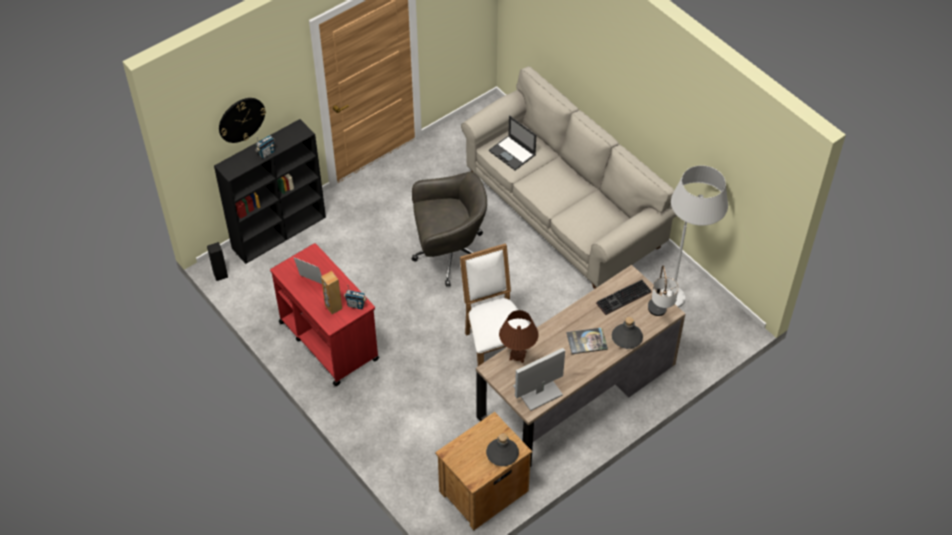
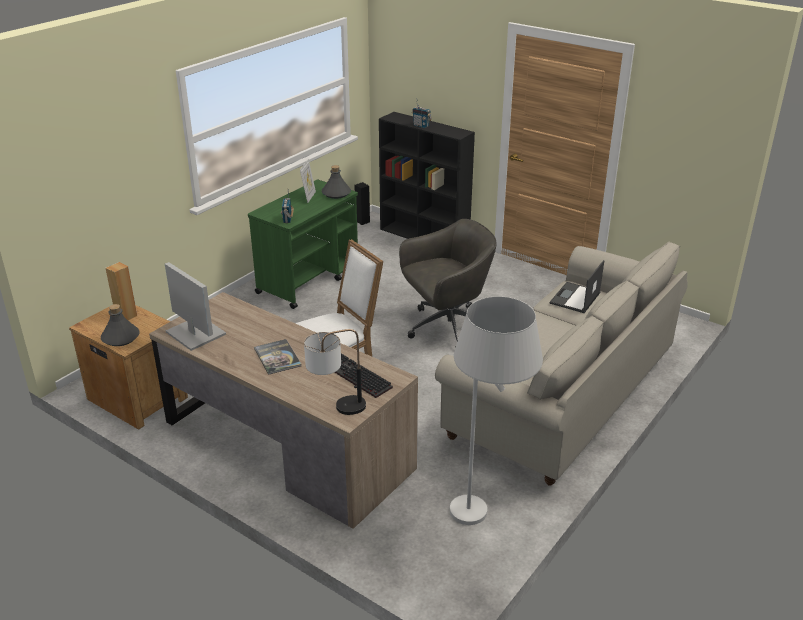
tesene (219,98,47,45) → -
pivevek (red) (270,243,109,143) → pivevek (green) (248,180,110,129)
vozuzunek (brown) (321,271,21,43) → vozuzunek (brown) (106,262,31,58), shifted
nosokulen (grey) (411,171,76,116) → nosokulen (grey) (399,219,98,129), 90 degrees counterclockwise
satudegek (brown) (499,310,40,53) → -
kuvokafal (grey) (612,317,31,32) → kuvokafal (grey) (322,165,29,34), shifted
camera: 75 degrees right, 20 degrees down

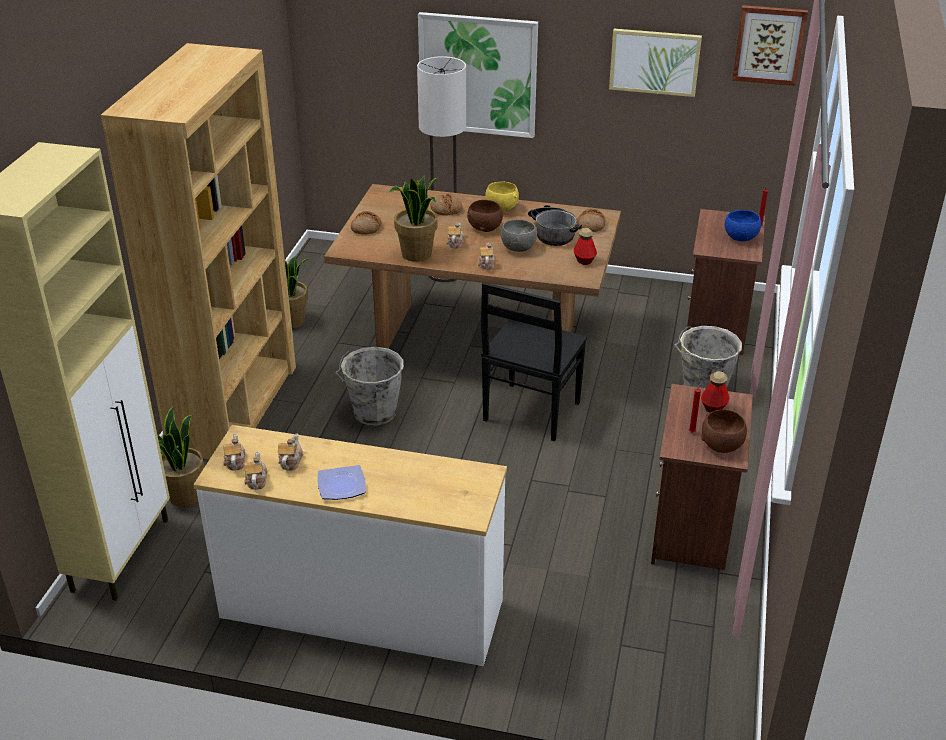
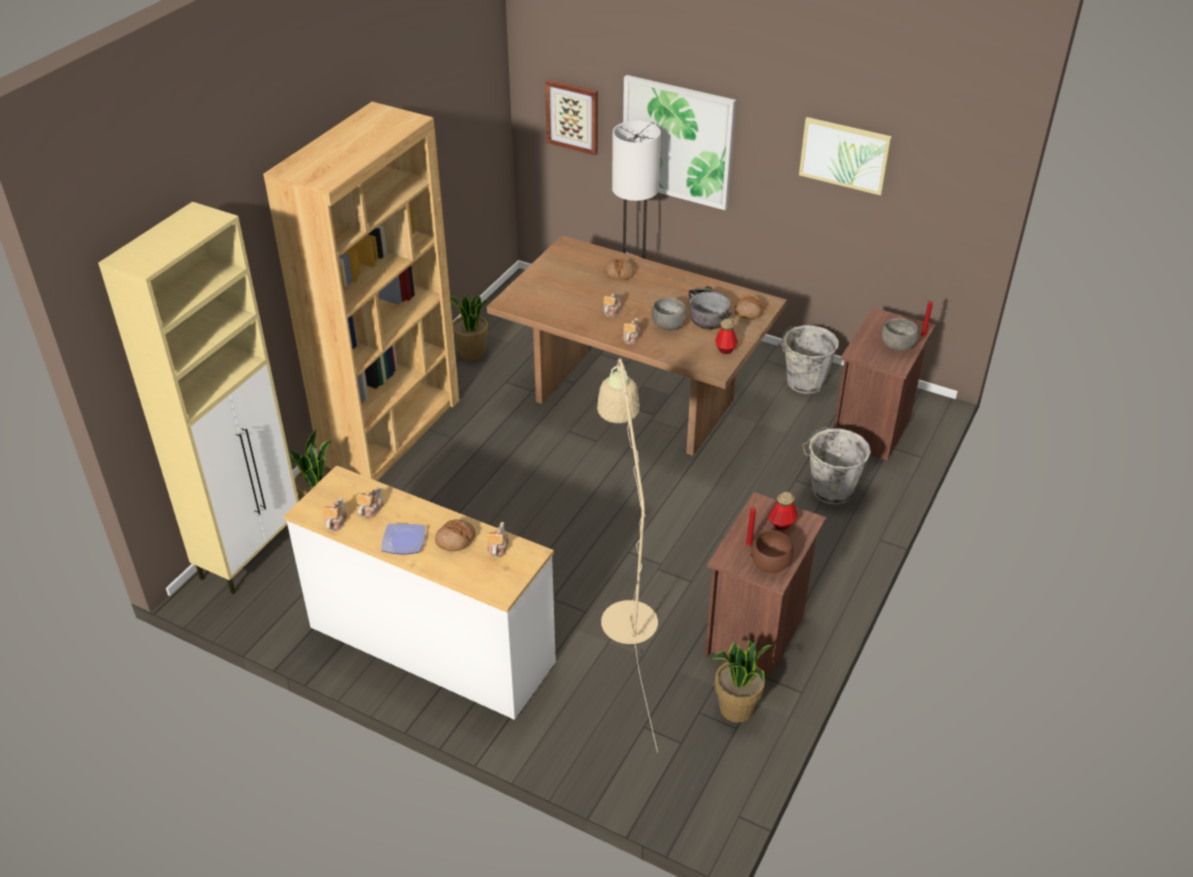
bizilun (223,433,22,38) → bizilun (487,522,22,35), shifted
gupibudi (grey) (335,347,69,78) → gupibudi (grey) (778,325,61,69), shifted
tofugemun (351,211,30,24) → tofugemun (435,519,41,32), shifted
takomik (389,176,49,86) → takomik (712,639,61,84), shifted
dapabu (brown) (467,200,36,32) → -
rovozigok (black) (481,282,106,159) → -
dapabu (yellow) (485,181,34,31) → -
dapabu (blue) (725,210,36,31) → dapabu (grey) (882,318,37,33)
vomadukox (732,5,76,81) → vomadukox (545,79,53,76), shifted
- → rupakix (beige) (597,358,61,395)
camera: 15 degrees right, 5 degrees up

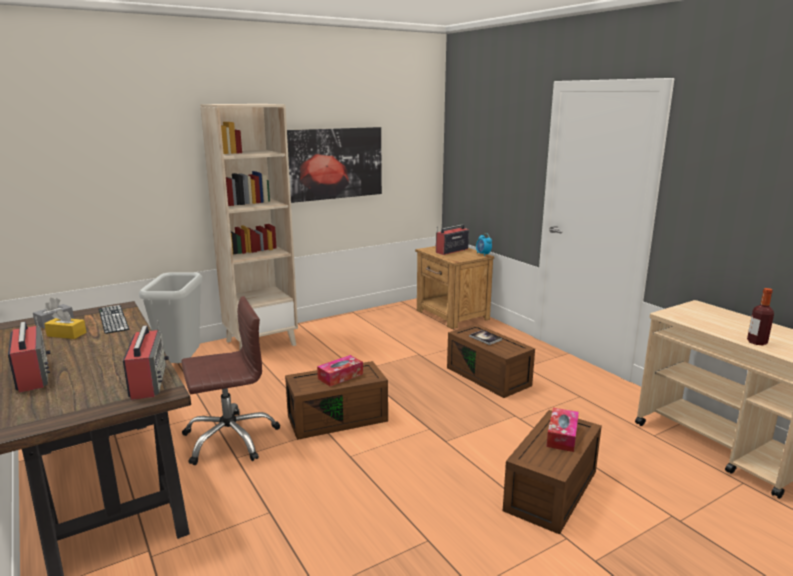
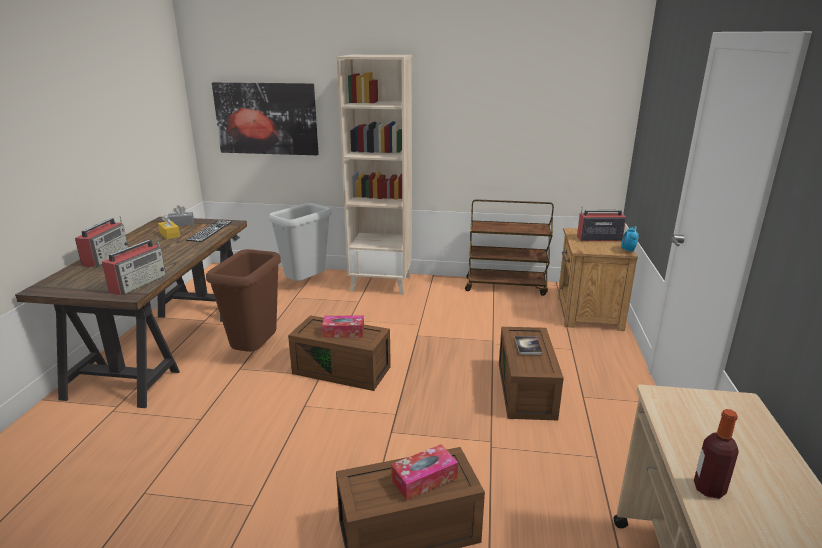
nosokulen (brown) (181,296,99,169) → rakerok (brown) (206,249,75,103)
vomadukox (287,127,95,76) → vomadukox (212,82,107,73), shifted
- → pivevek (brown) (465,199,89,97)
camera: 40 degrees right, 5 degrees up

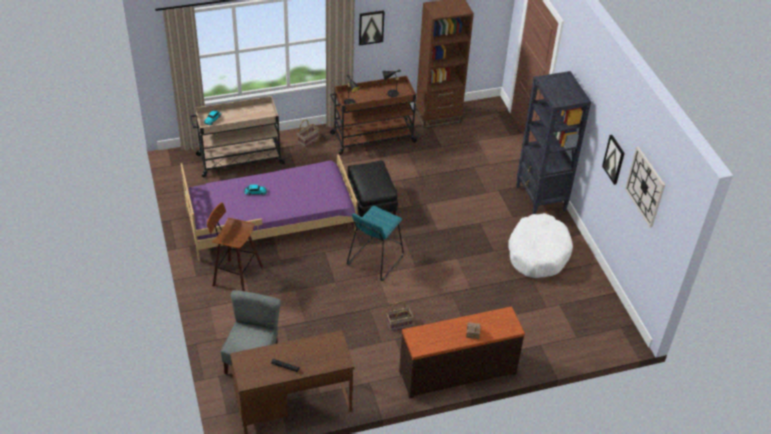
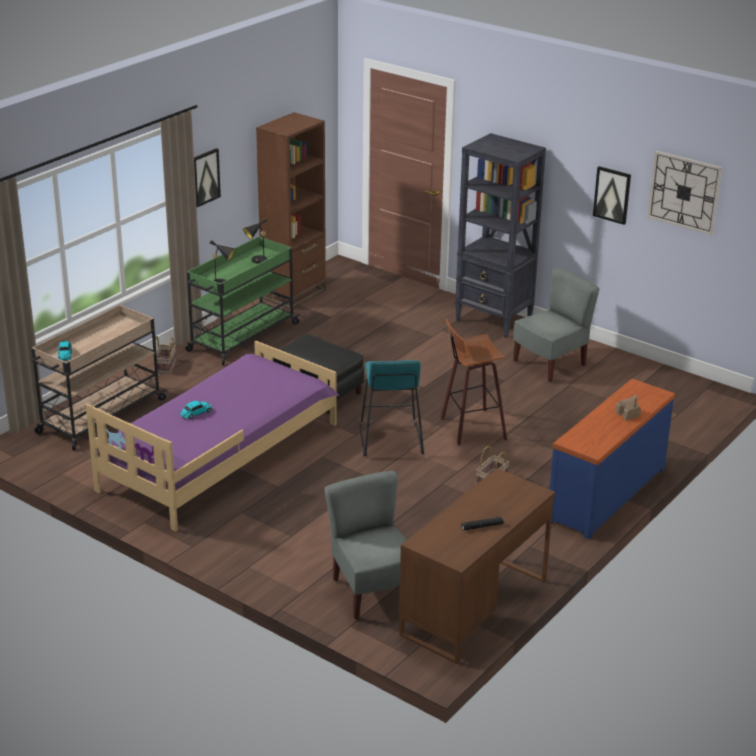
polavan (207,202,56,89) → polavan (440,318,67,127), shifted
pivevek (brown) (330,76,88,79) → pivevek (green) (185,236,116,129)
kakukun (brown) (399,306,126,92) → kakukun (blue) (550,379,125,160)
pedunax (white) (509,213,64,65) → rovozigok (grey) (513,267,87,115)
camera: 35 degrees left, 15 degrees down

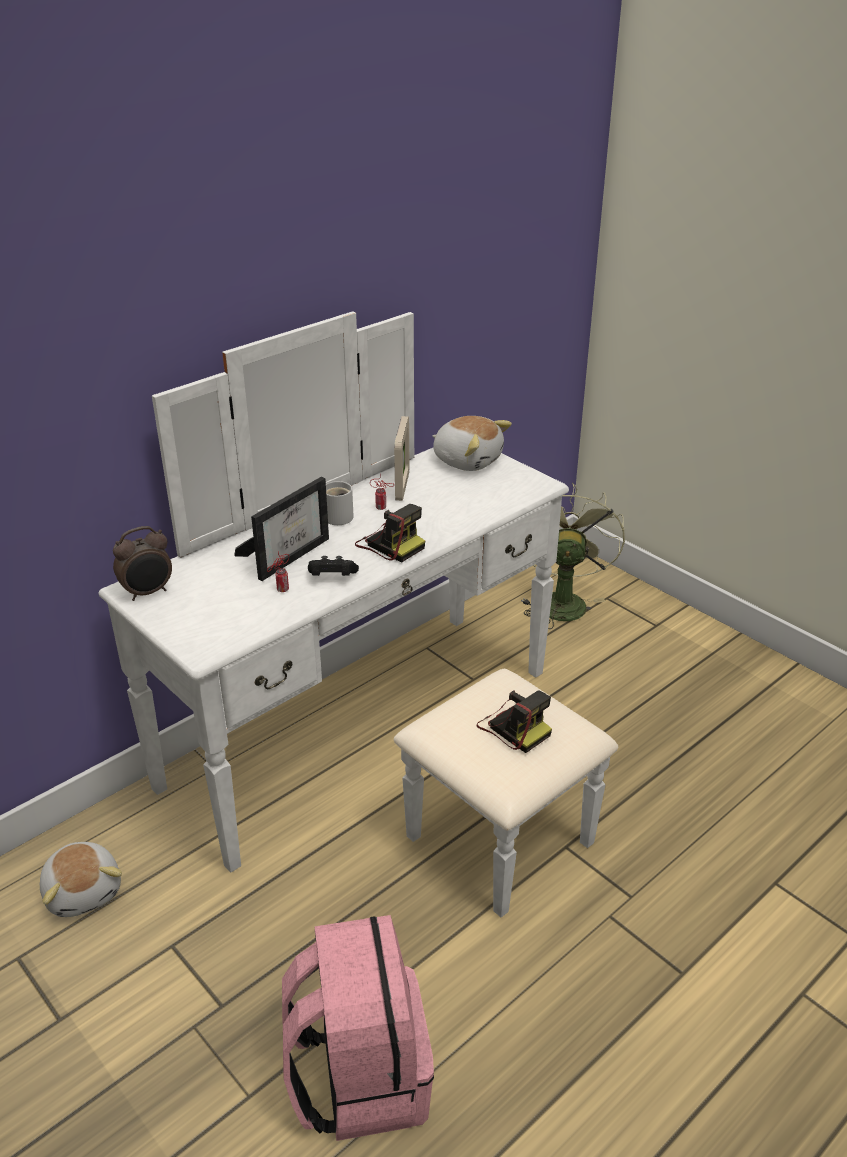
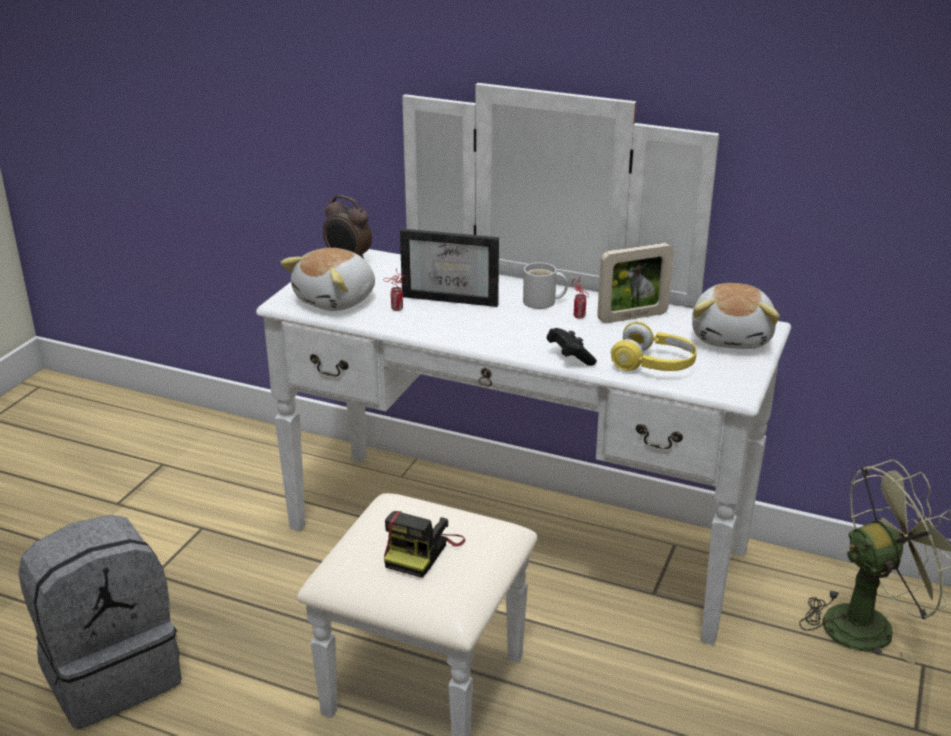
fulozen (40,842,82,75) → fulozen (280,248,95,63), shifted
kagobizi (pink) (282,915,152,226) → kagobizi (grey) (18,515,164,214)
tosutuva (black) (308,556,51,20) → tosutuva (black) (547,328,50,38), shifted
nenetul (355,504,70,59) → -
- → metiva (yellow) (611,322,86,49)
camera: 65 degrees right, 5 degrees down

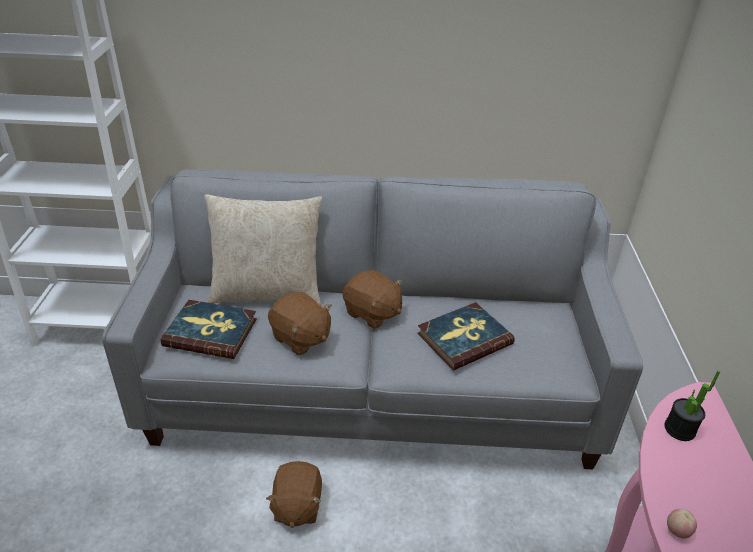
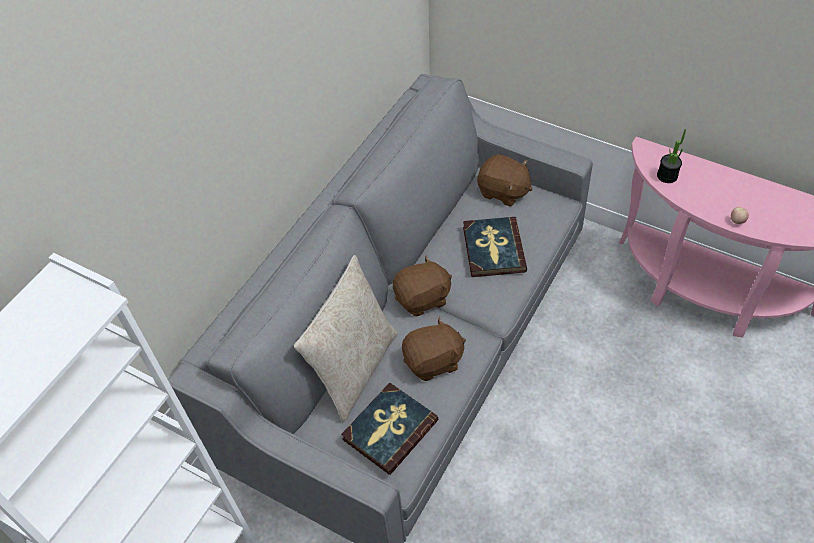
fulozen (brown) (266,461,56,67) → fulozen (brown) (477,154,56,53), shifted
camera: 60 degrees left, 15 degrees up

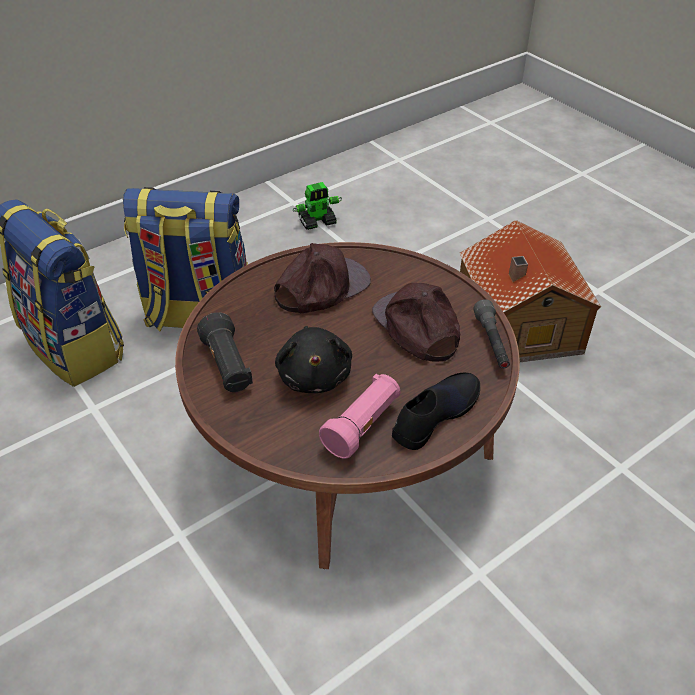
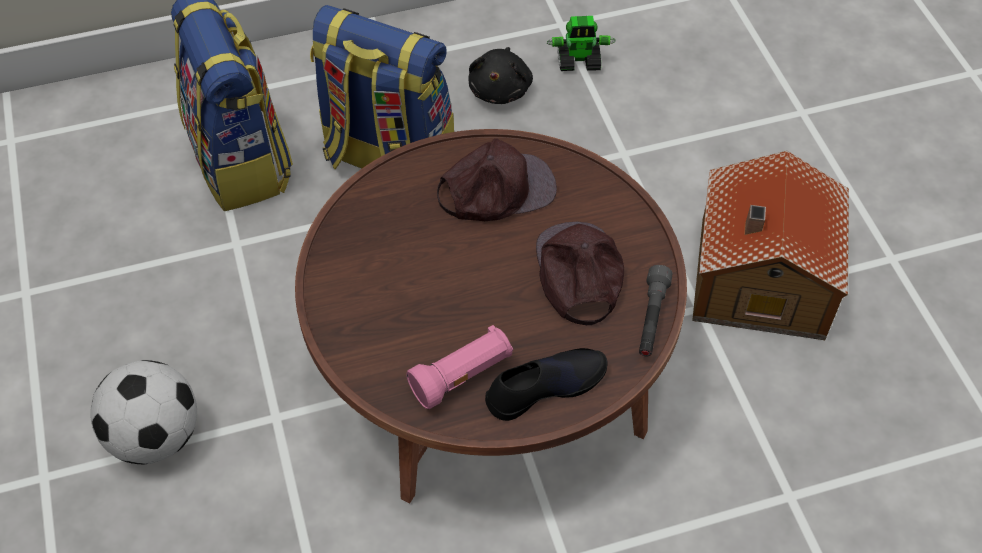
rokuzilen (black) (197,313,56,79) → -
fulozen (black) (275,326,77,67) → fulozen (black) (468,47,65,57), shifted
- → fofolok (90,360,107,104)
camera: 20 degrees right, 10 degrees up

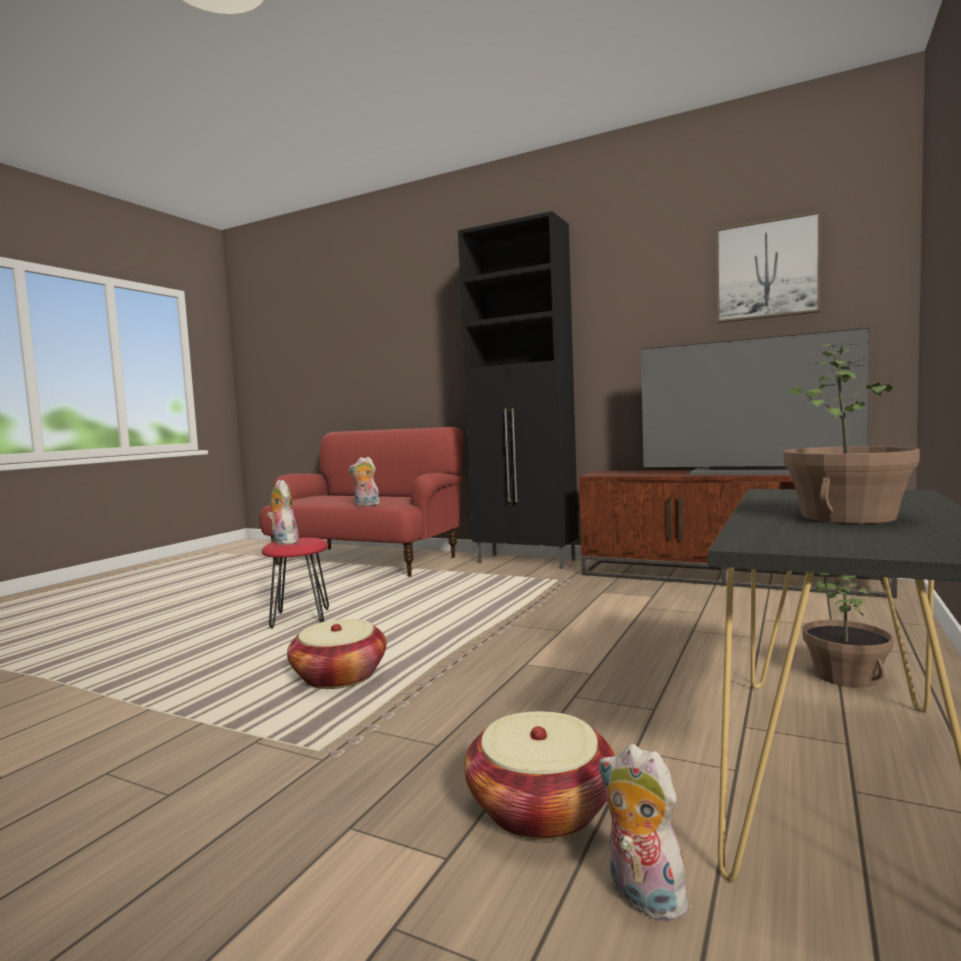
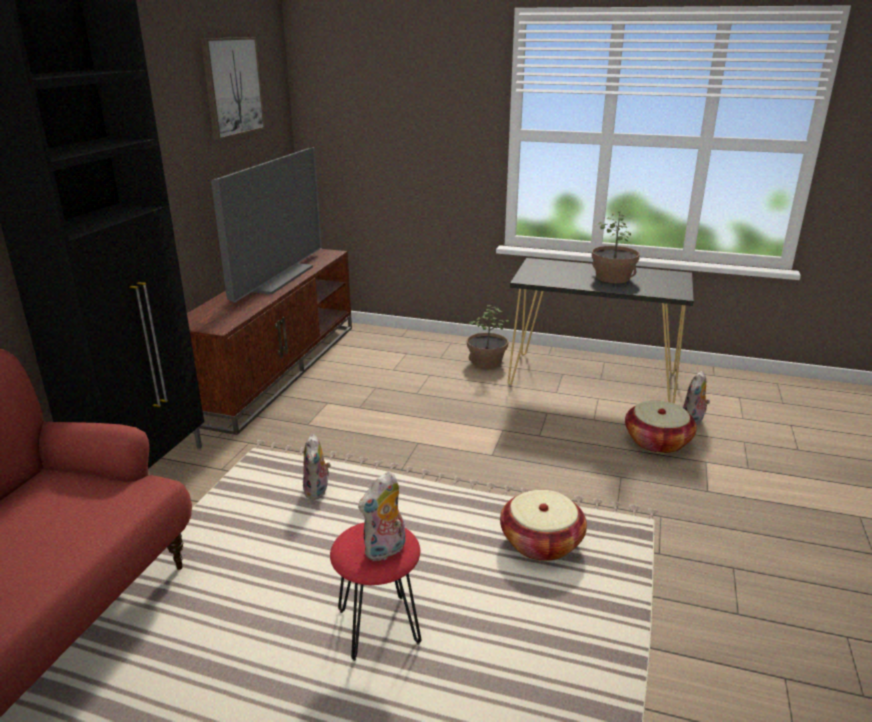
fulozen (349,457,31,49) → fulozen (303,434,28,66), shifted
camera: 100 degrees left, 20 degrees up

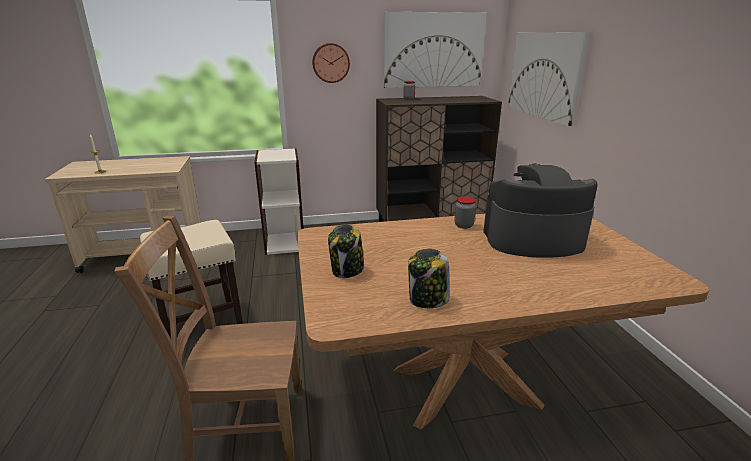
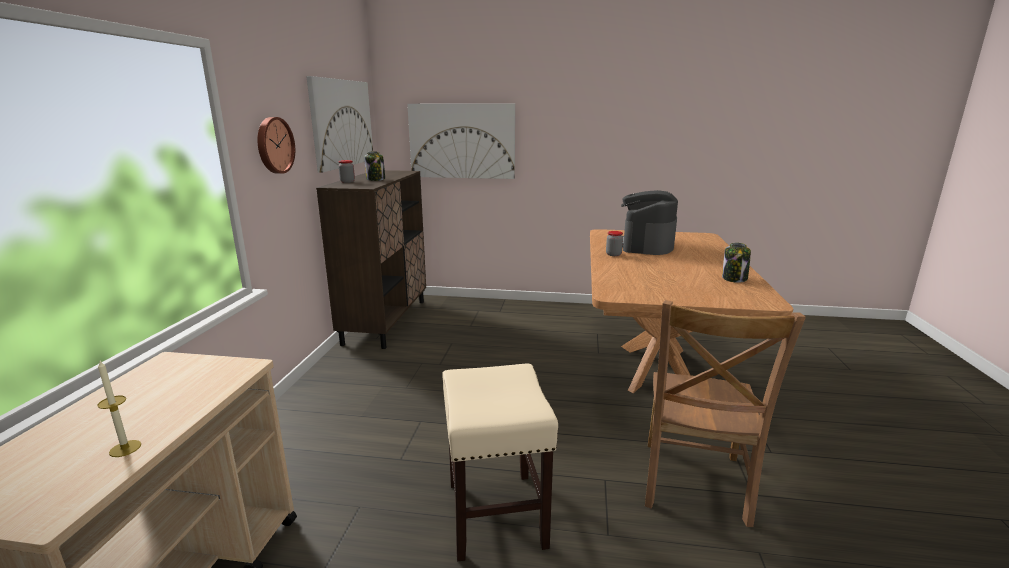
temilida (254,148,50,107) → -
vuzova (328,224,36,54) → vuzova (364,151,21,30), shifted
camera: 70 degrees left, 5 degrees down

